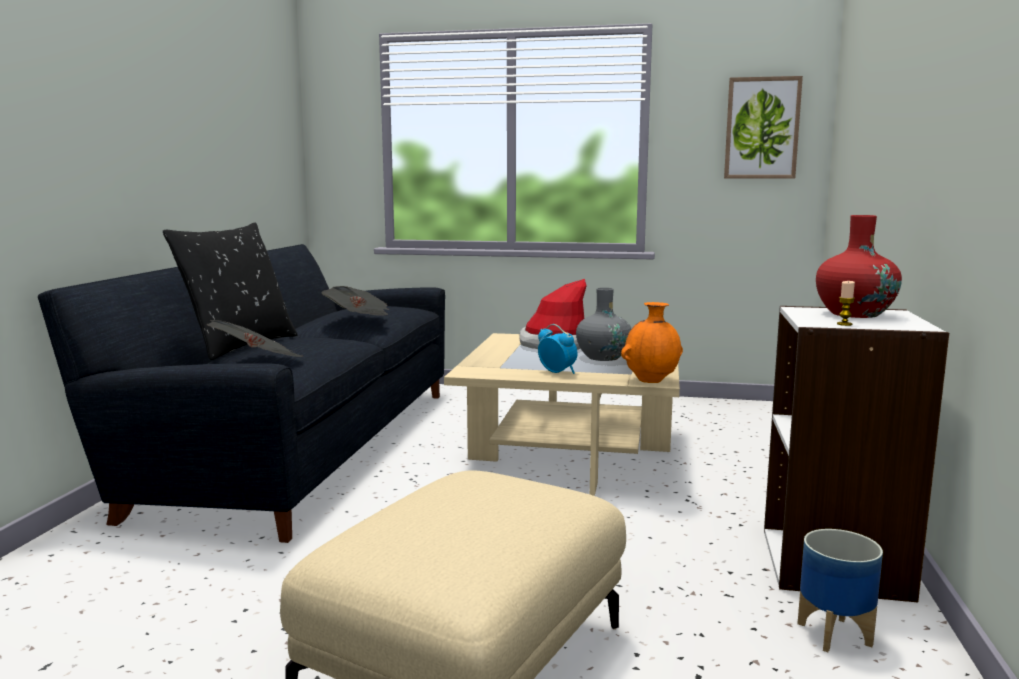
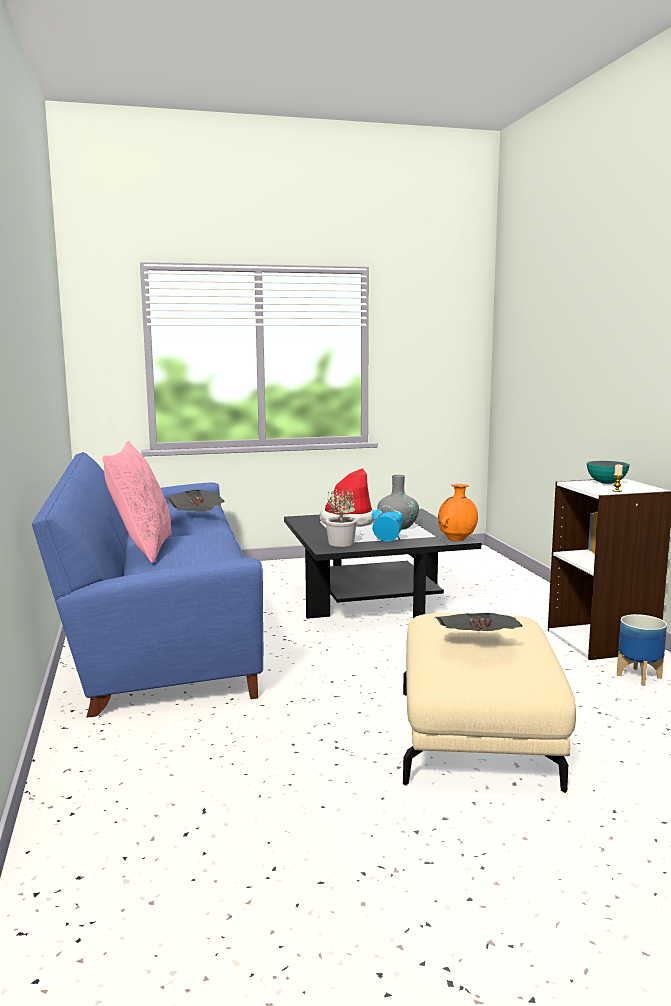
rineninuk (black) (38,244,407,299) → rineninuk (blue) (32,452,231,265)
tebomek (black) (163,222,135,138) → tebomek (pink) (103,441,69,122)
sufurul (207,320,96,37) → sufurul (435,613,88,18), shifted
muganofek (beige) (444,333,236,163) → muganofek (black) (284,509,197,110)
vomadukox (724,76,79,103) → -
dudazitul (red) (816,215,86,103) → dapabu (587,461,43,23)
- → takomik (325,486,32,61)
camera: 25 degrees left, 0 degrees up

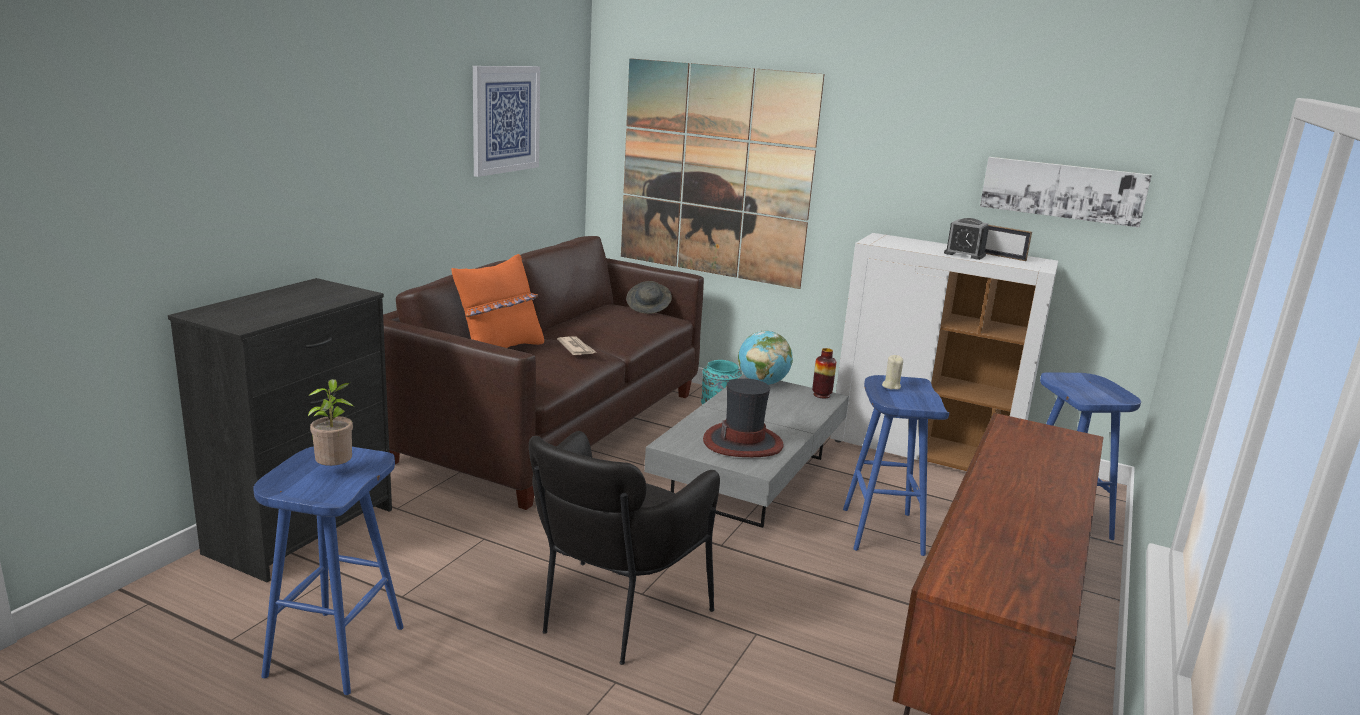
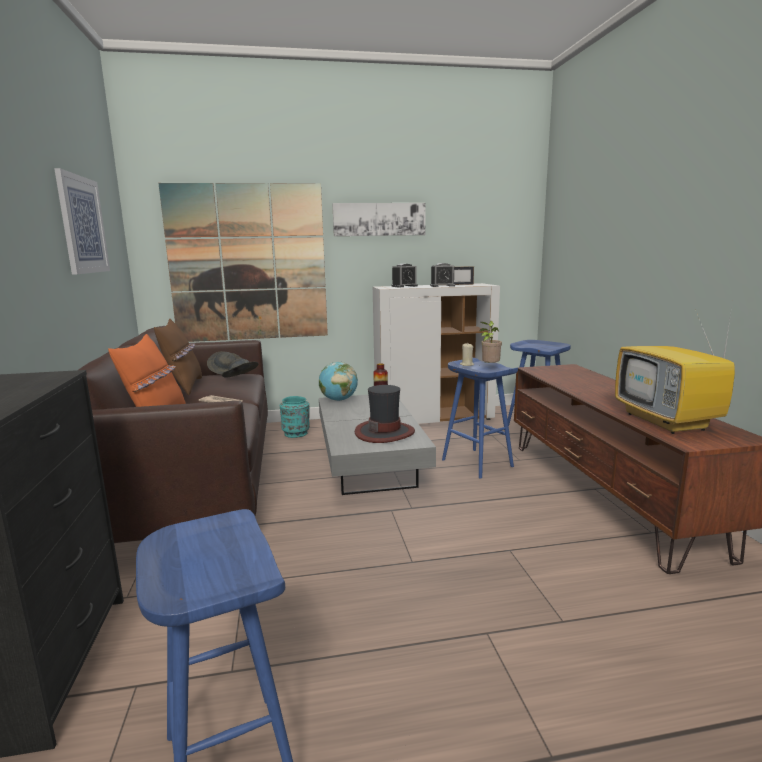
takomik (308,379,45,87) → takomik (480,321,22,44), shifted
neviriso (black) (529,431,191,234) → -
vomadukox (980,157,172,71) → vomadukox (332,203,94,33), shifted
- → tebomek (brown) (154,318,48,77)
- → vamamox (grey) (222,358,37,20)
- → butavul (391,264,27,23)
- → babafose (615,301,120,133)
camera: 35 degrees left, 5 degrees down

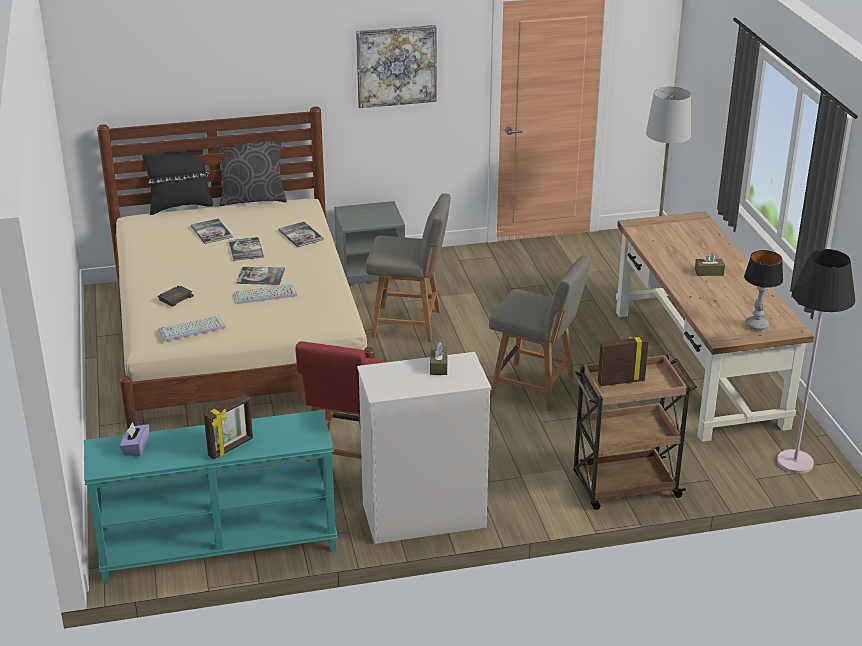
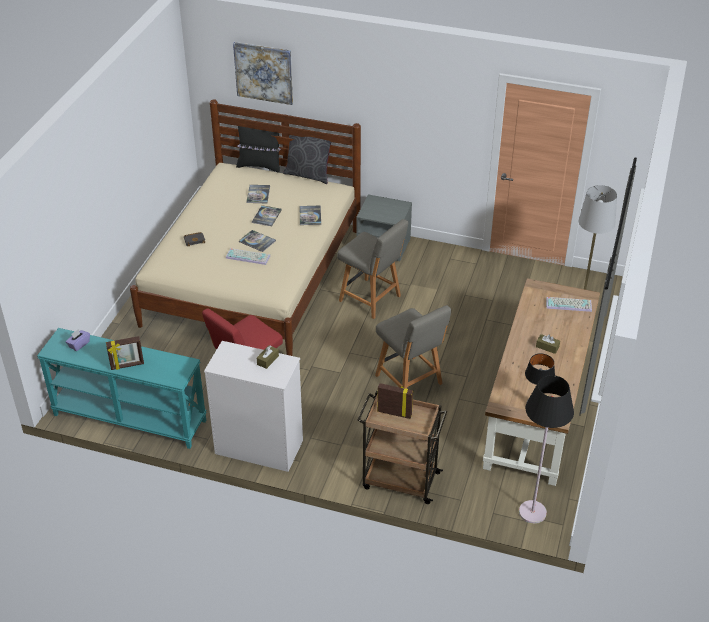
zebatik (159,315,67,26) → zebatik (546,297,46,15), shifted
vomadukox (356,25,81,83) → vomadukox (233,42,60,63), shifted
camera: 30 degrees right, 10 degrees up

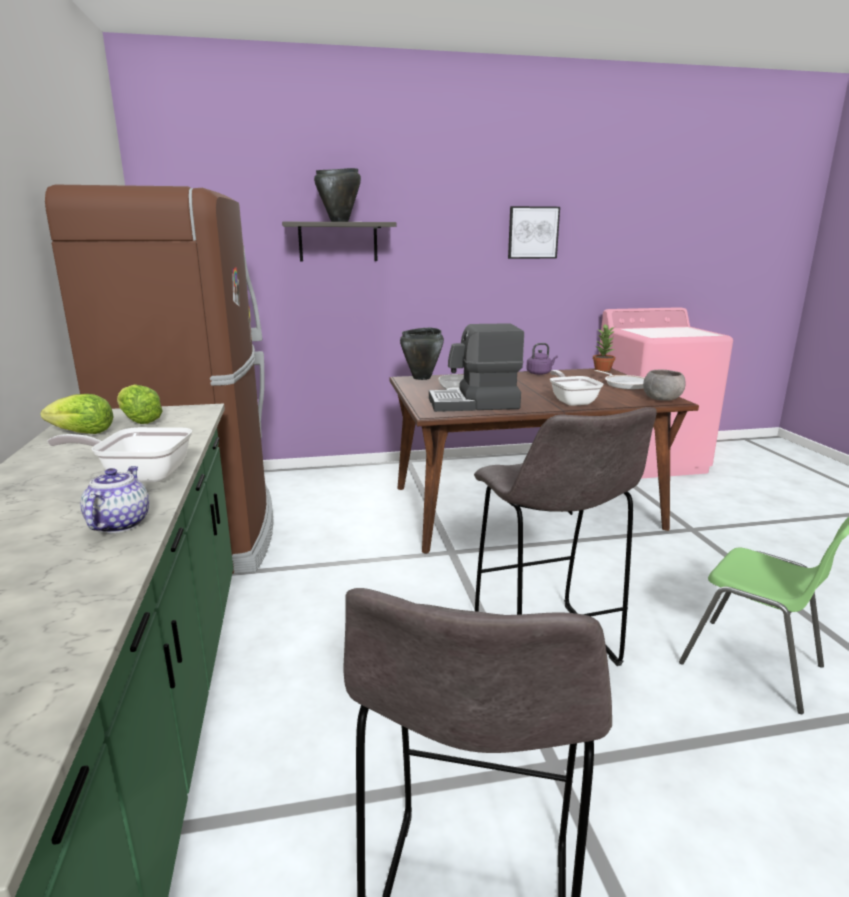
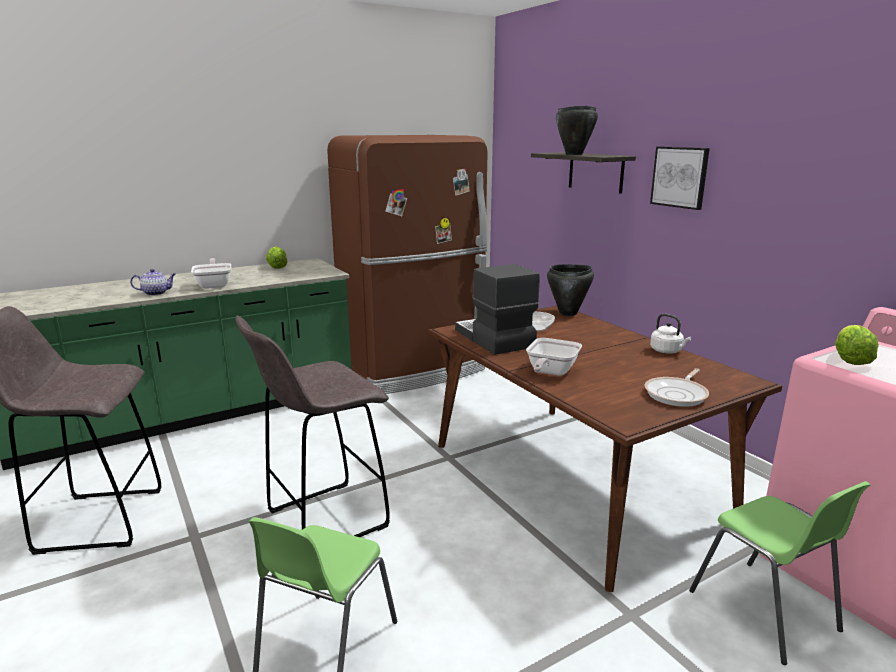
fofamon (117,384,46,40) → fofamon (835,325,44,40), shifted
vomadukox (508,206,52,53) → vomadukox (650,146,60,64), shifted
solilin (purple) (526,343,32,32) → solilin (white) (650,314,41,39)
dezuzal (550,370,53,36) → dezuzal (526,338,56,38), 150 degrees clockwise
takomik (593,325,23,46) → -
dapabu (grey) (643,370,42,31) → -
- → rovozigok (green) (689,481,182,184)
camera: 70 degrees right, 0 degrees up

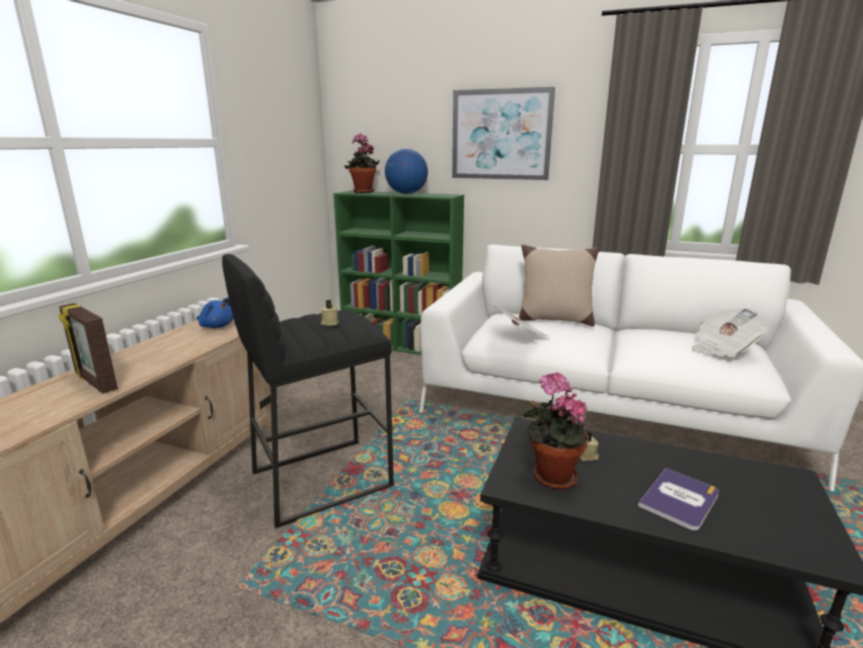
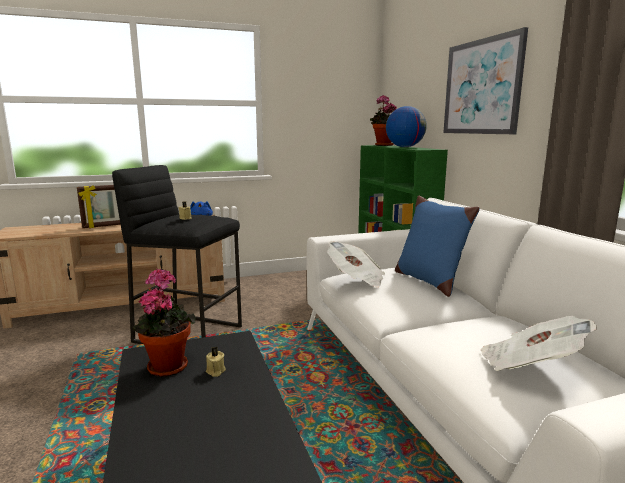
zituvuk (58,303,60,91) → zituvuk (77,185,44,43), 120 degrees counterclockwise
tebomek (beige) (519,245,80,81) → tebomek (blue) (395,196,85,101)
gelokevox (638,468,81,63) → -
camera: 50 degrees right, 5 degrees down

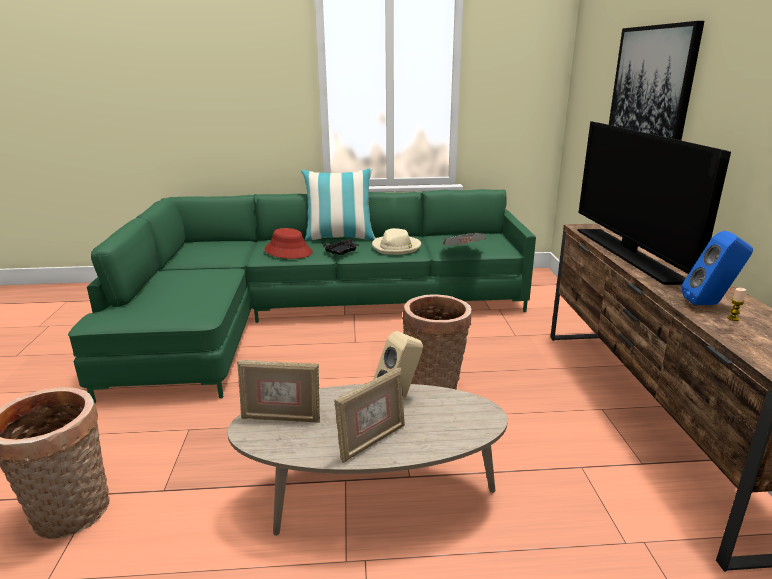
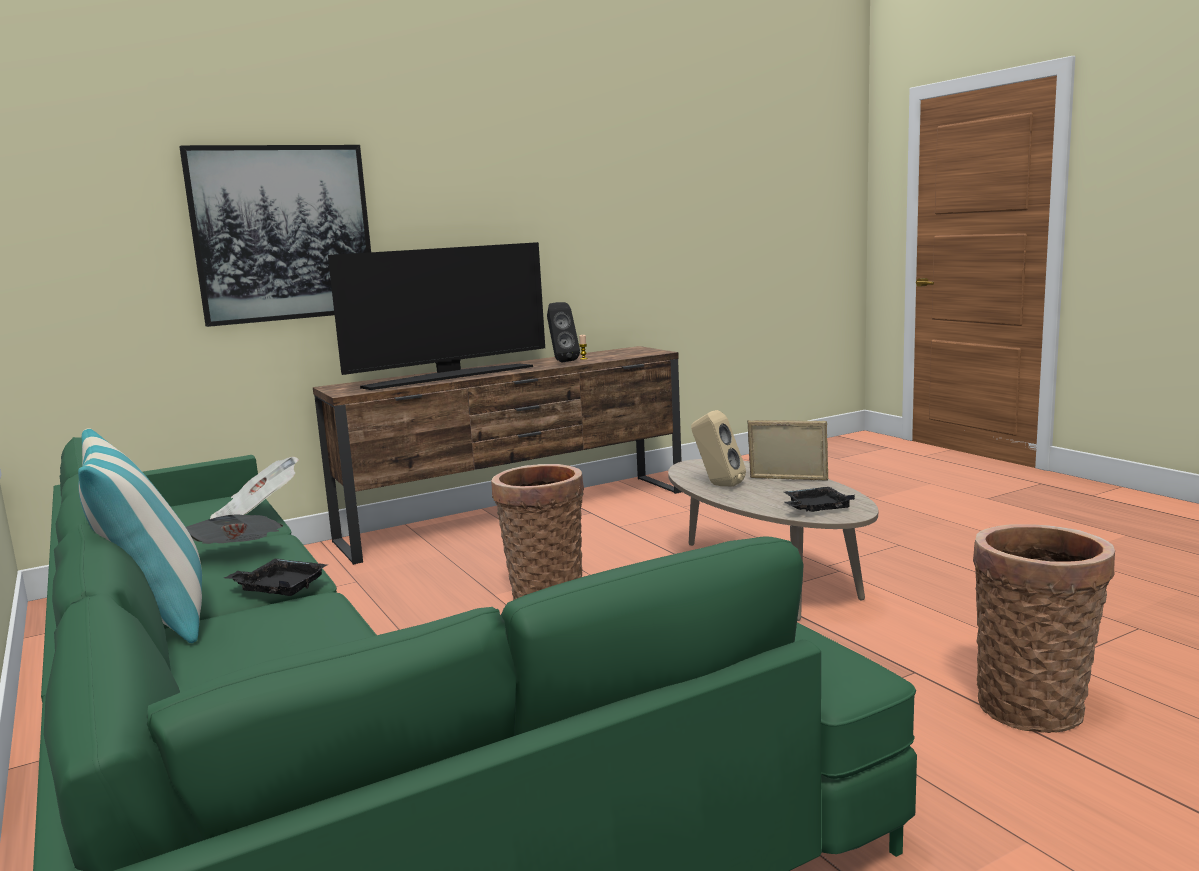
zituvuk (237,360,83,63) → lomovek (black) (784,487,71,25)
vamamox (red) (264,228,49,31) → -
vamamox (beige) (372,228,49,27) → sufurul (186,515,97,29)
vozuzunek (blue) (682,231,71,74) → vozuzunek (black) (547,302,33,61)
camera: 115 degrees left, 10 degrees down

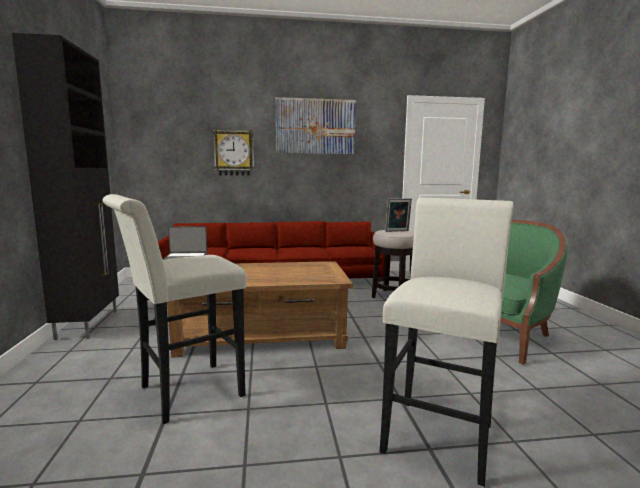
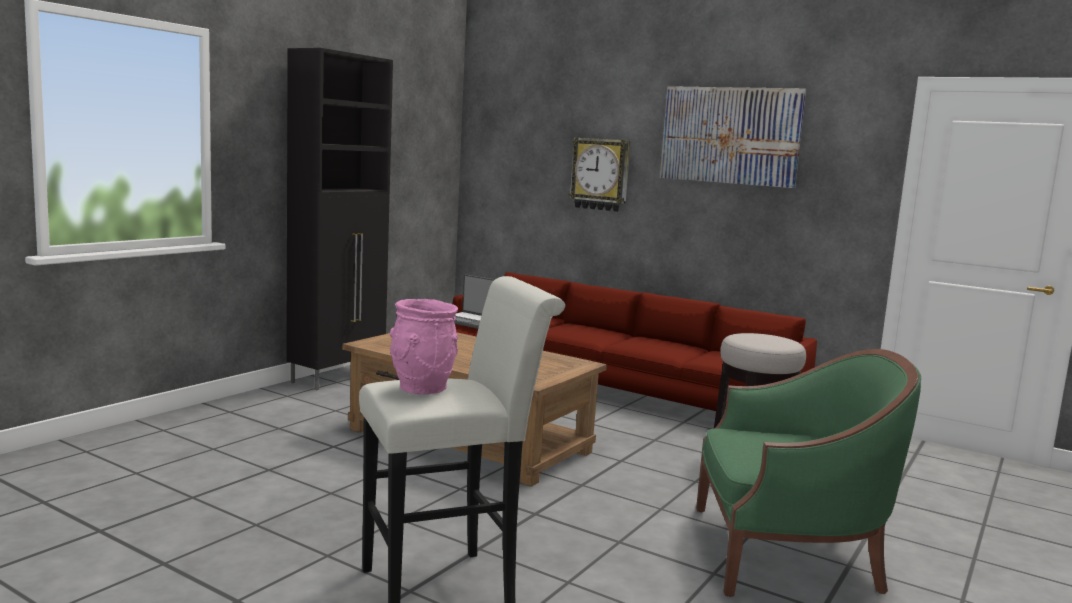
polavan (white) (103,194,144,230) → -
zituvuk (385,198,27,34) → -
- → dudazitul (pink) (390,299,68,95)
camera: 40 degrees right, 0 degrees up

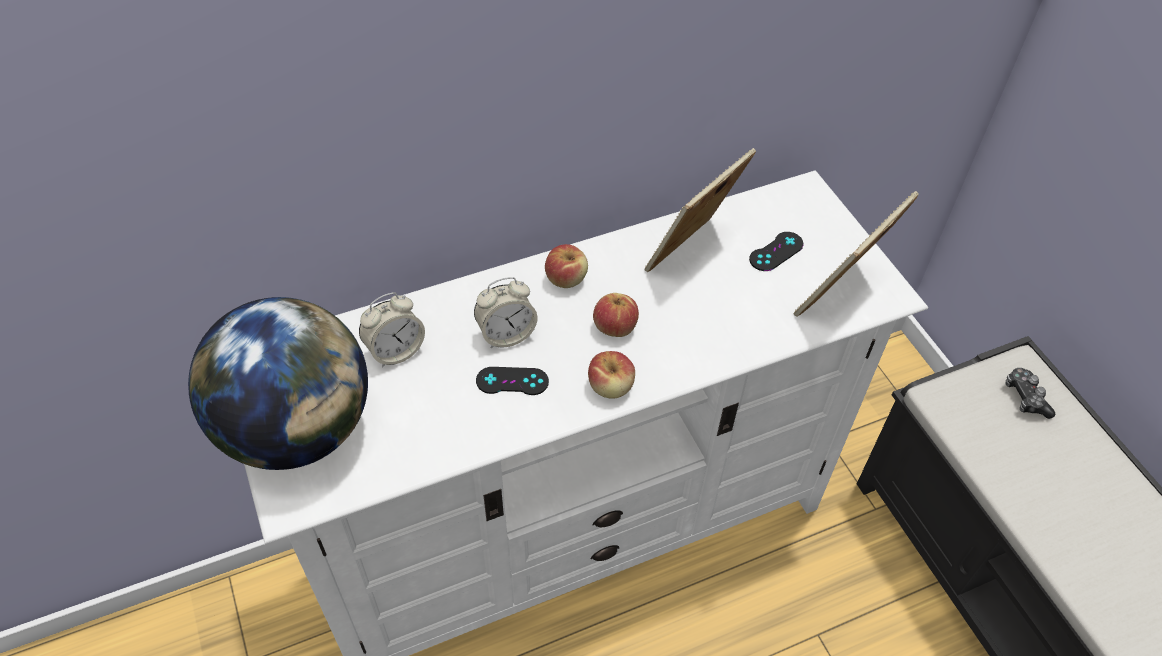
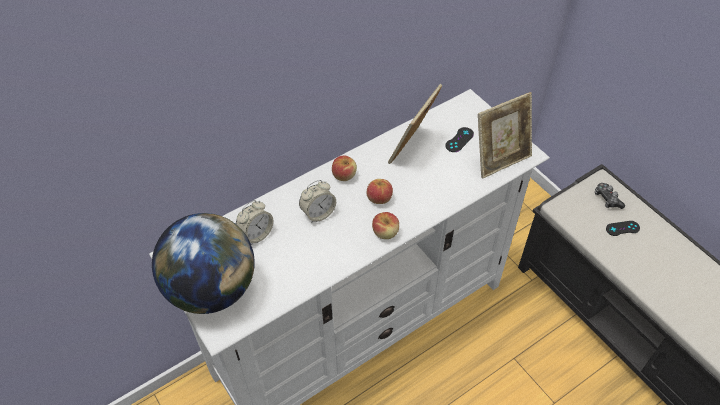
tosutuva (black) (476,367,73,28) → tosutuva (black) (606,221,34,15), shifted
zituvuk (794,191,125,126) → zituvuk (478,92,54,86), 150 degrees counterclockwise
camera: 10 degrees left, 0 degrees up

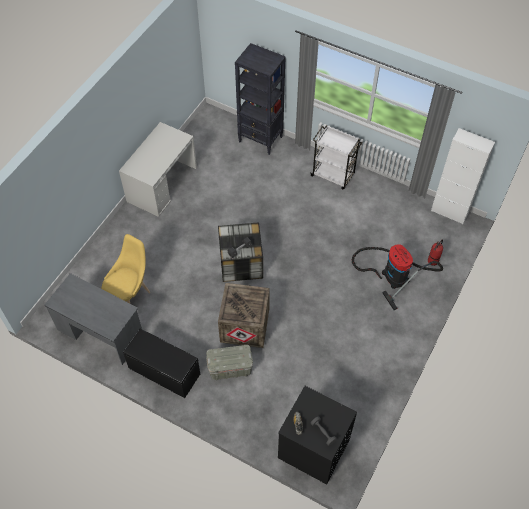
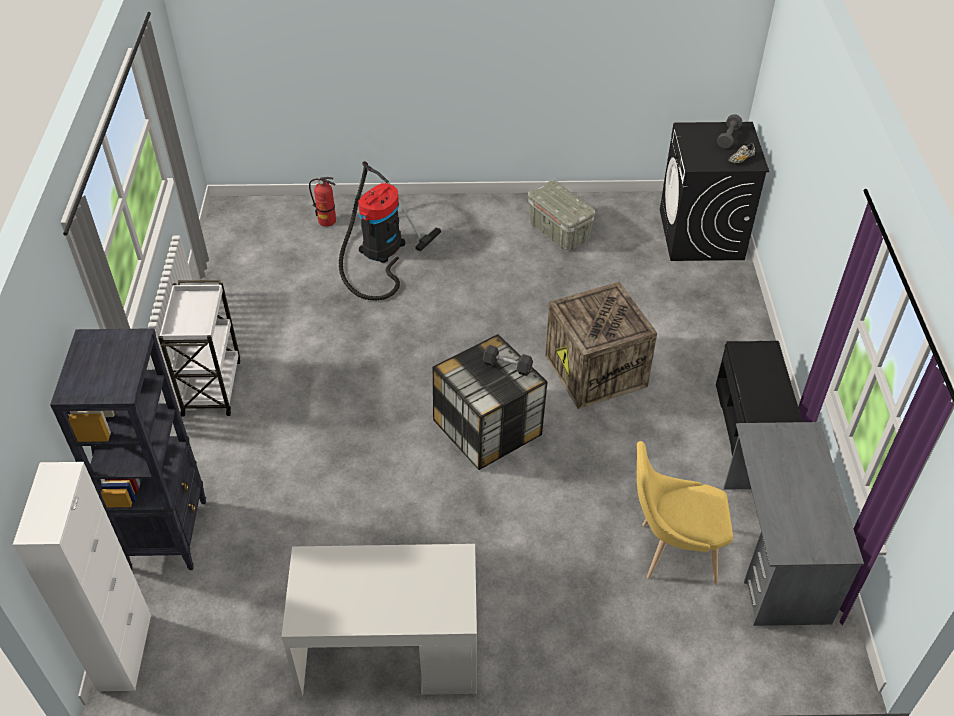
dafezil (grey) (206,345,47,35) → dafezil (grey) (528,180,67,70), shifted
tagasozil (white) (431,128,64,96) → tagasozil (white) (13,462,138,229), shifted
camera: 120 degrees left, 10 degrees down

